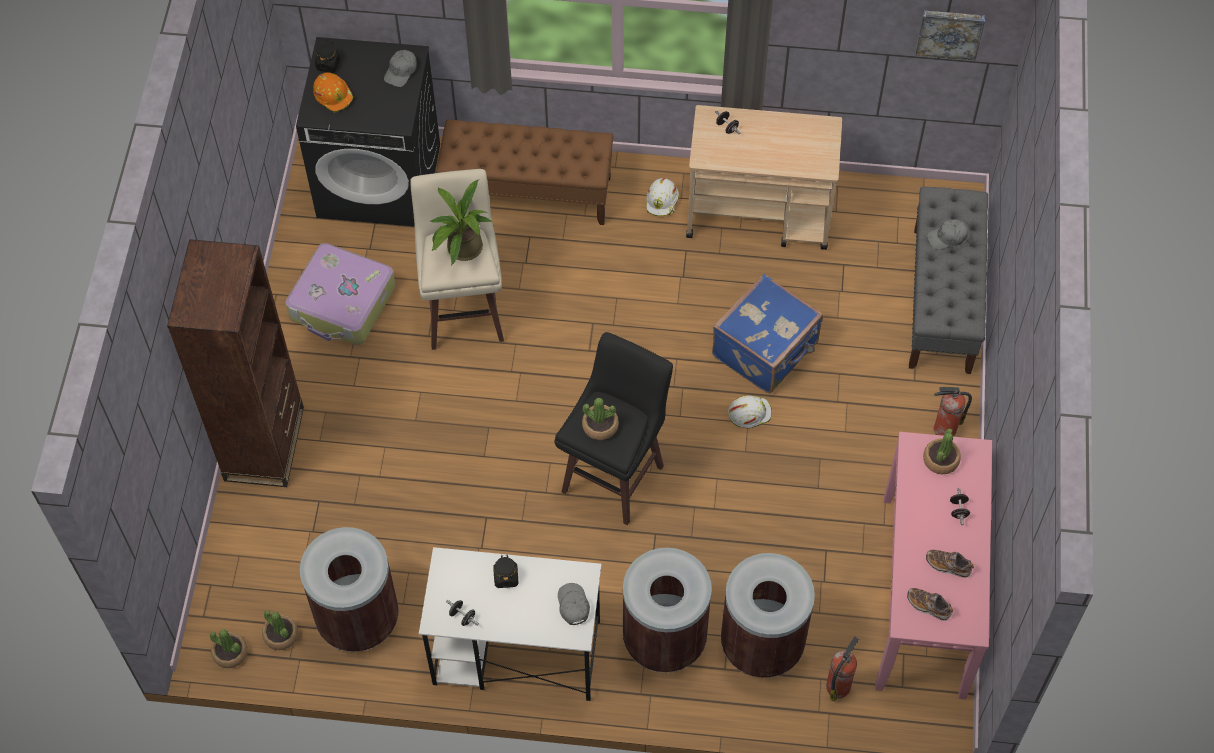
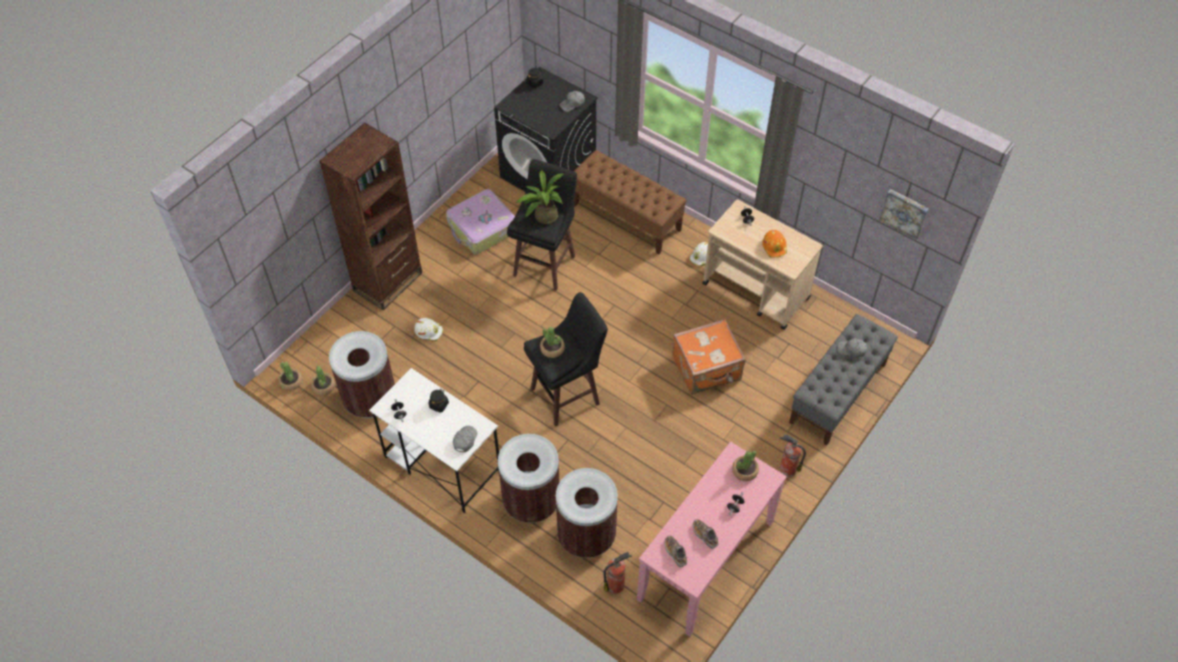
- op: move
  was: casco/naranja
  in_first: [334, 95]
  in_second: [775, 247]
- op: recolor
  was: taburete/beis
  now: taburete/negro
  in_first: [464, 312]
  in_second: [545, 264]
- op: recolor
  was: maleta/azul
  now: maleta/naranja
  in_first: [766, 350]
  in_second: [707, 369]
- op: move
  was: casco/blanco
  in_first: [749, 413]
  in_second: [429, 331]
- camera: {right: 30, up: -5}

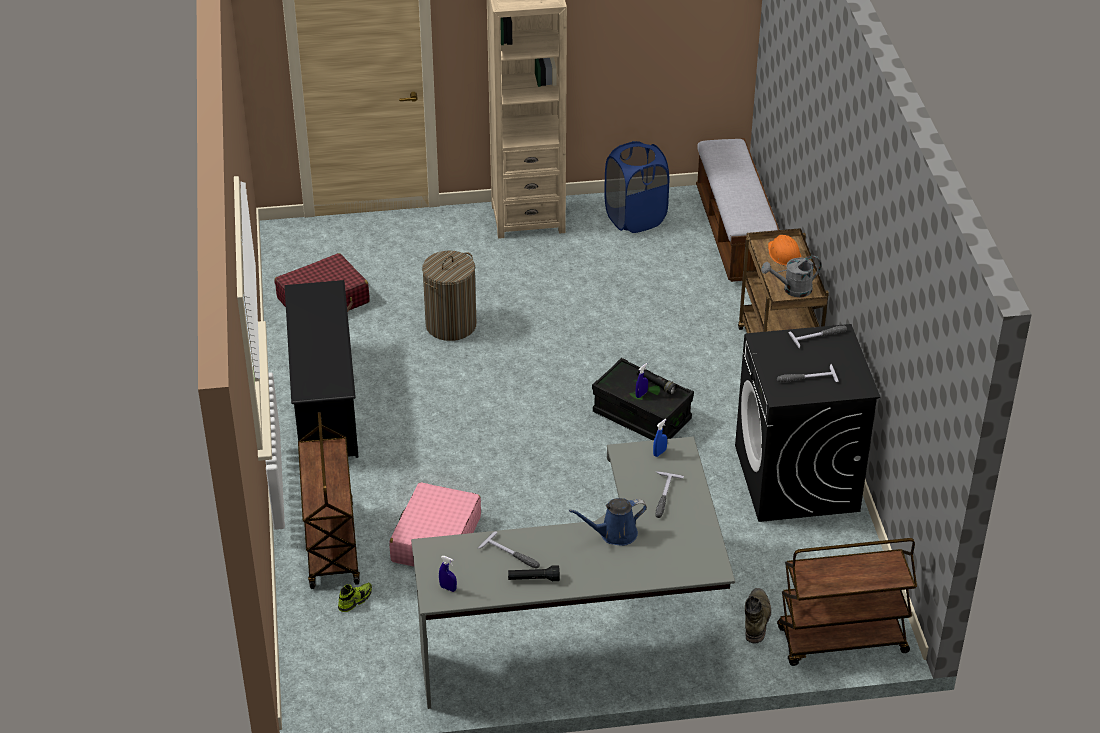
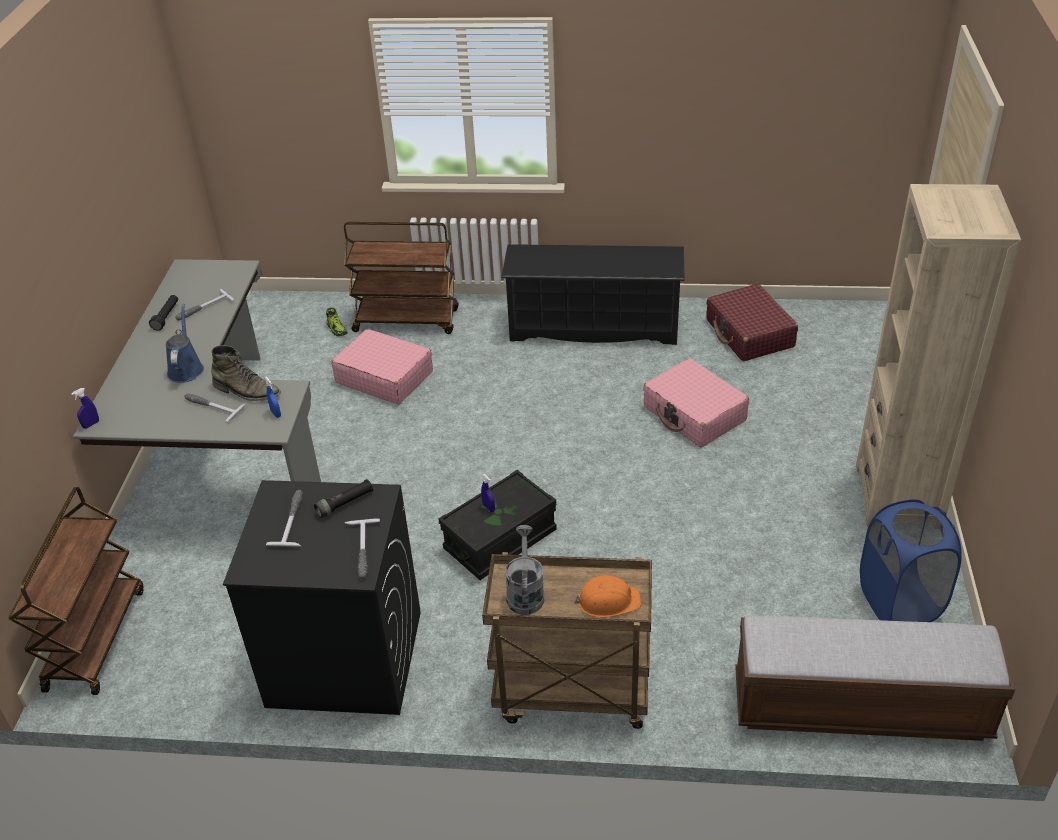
- op: replace
  was: cesto de la ropa
  now: maleta/rosa
  in_first: [451, 325]
  in_second: [694, 414]
- op: move
  was: linterna/negro
  in_first: [656, 384]
  in_second: [345, 504]
- op: move
  was: pulverizador/azul
  in_first: [448, 588]
  in_second: [91, 424]
- op: move
  was: bota/verde
  in_first: [756, 618]
  in_second: [247, 391]
- camera: {right: 105, up: 0}

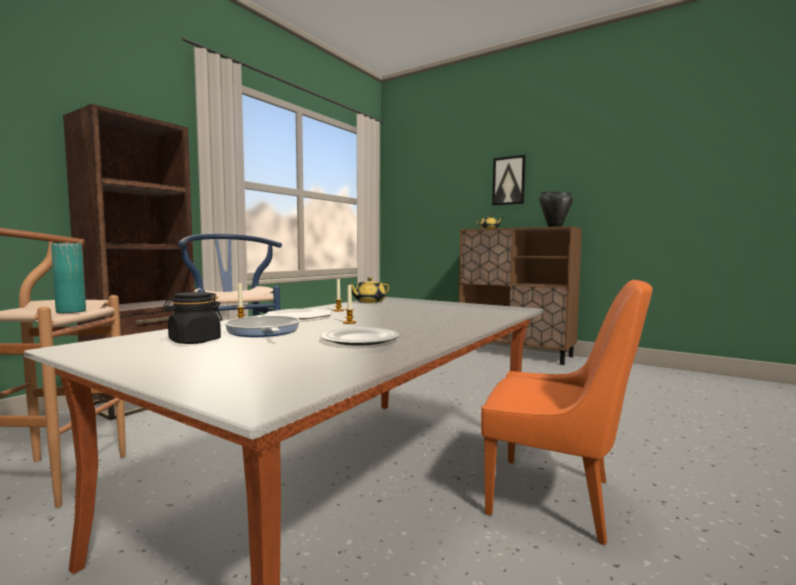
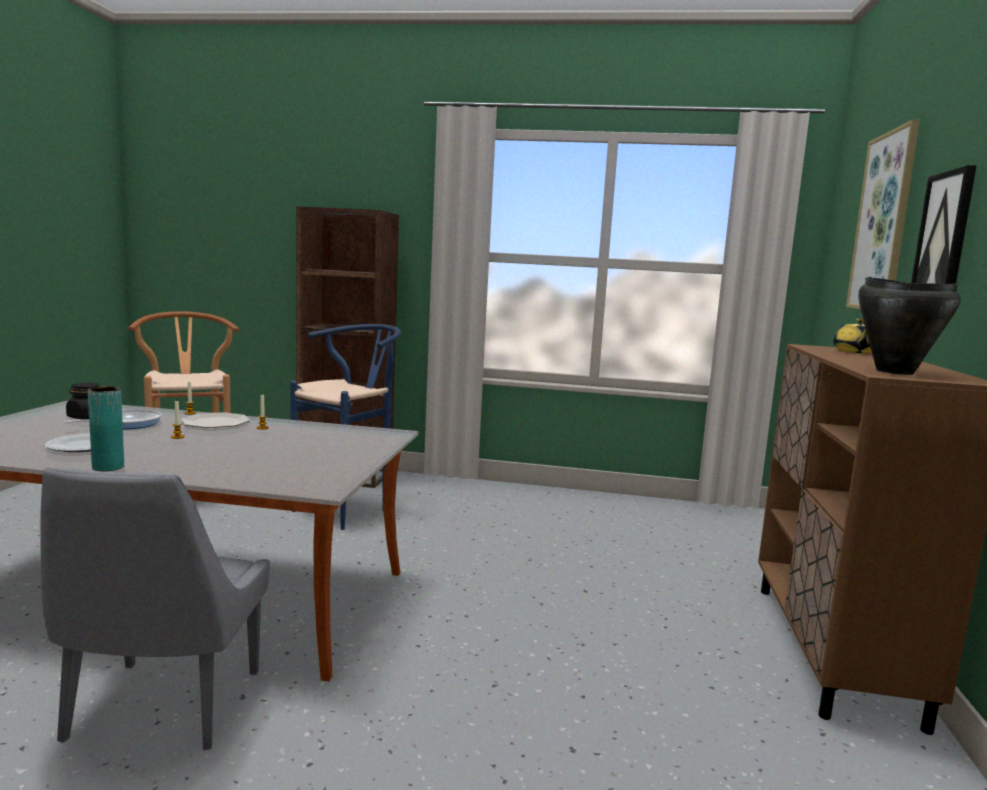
- op: move
  was: florero/turquesa
  in_first: [71, 311]
  in_second: [108, 467]
- op: delete
  was: tetera/amarillo
  in_first: [369, 302]
- op: recolor
  was: silla/naranja
  now: silla/gris
  in_first: [556, 498]
  in_second: [162, 709]
- op: insert
  now: cuadro
  in_second: [883, 222]
- camera: {right: 65, up: 5}

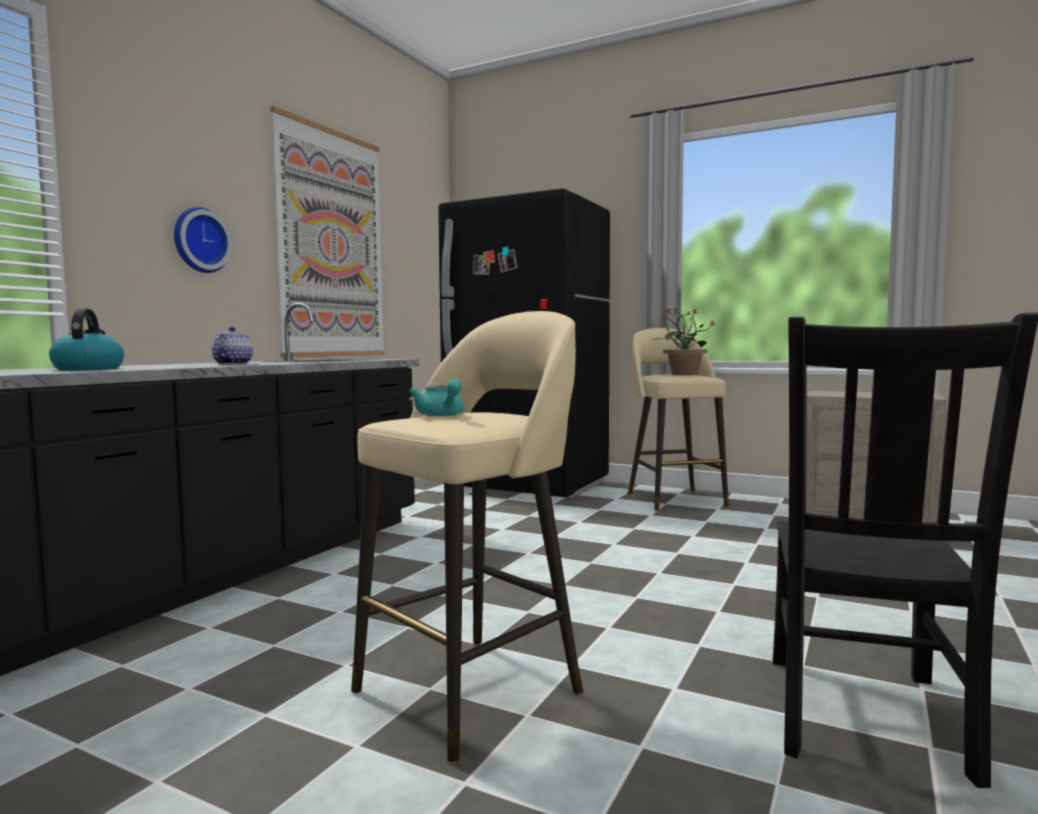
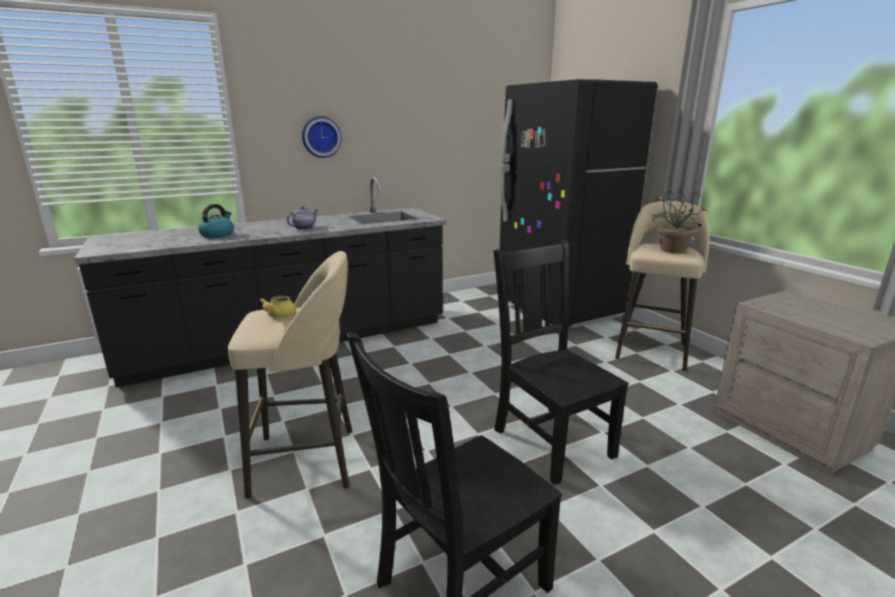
- op: delete
  was: cuadro
  in_first: [332, 244]
- op: recolor
  was: tetera/turquesa
  now: tetera/amarillo
  in_first: [441, 415]
  in_second: [278, 316]
- op: insert
  now: silla/negro
  in_second: [550, 440]
- camera: {right: 35, up: 15}

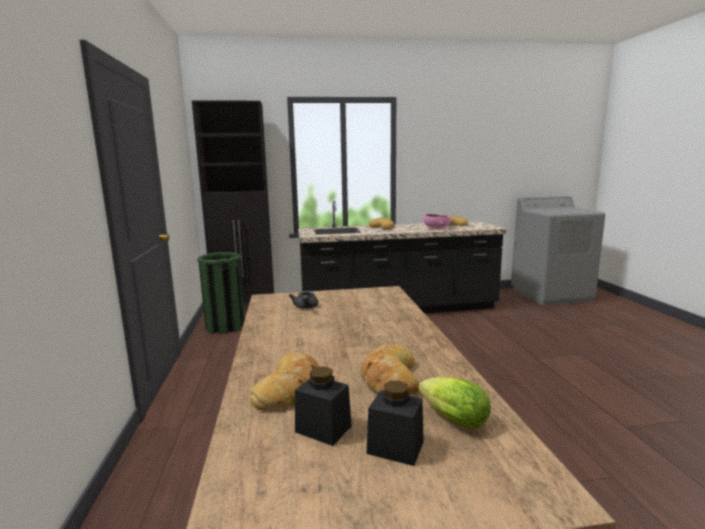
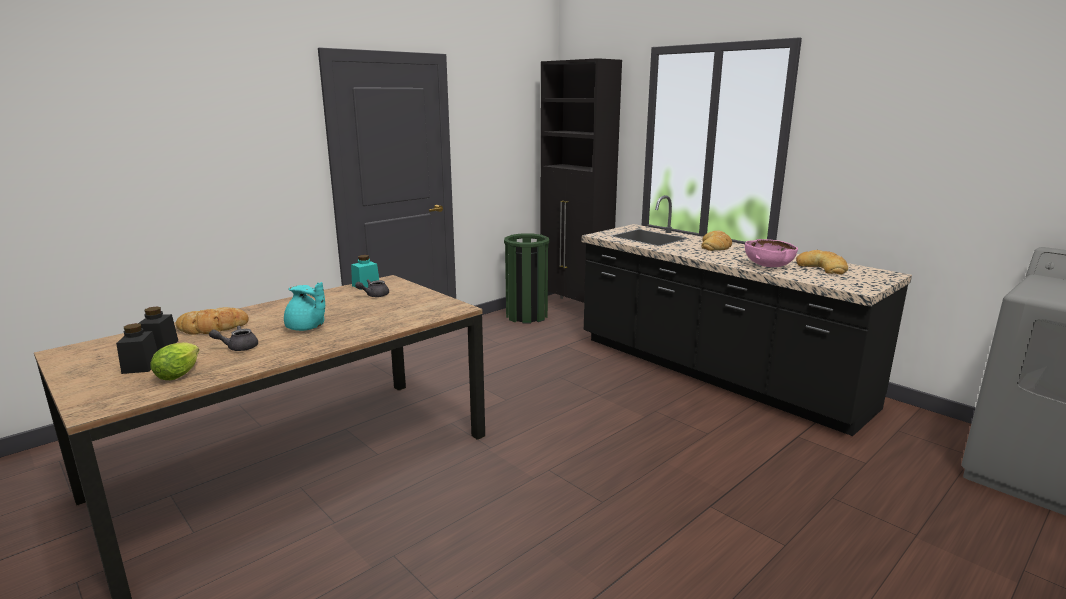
- op: replace
  was: pan
  now: tetera/gris
  in_first: [389, 378]
  in_second: [238, 347]
- op: insert
  now: tarro/turquesa
  in_second: [366, 285]
- op: insert
  now: tetera/turquesa
  in_second: [306, 328]
- camera: {right: 55, up: 5}

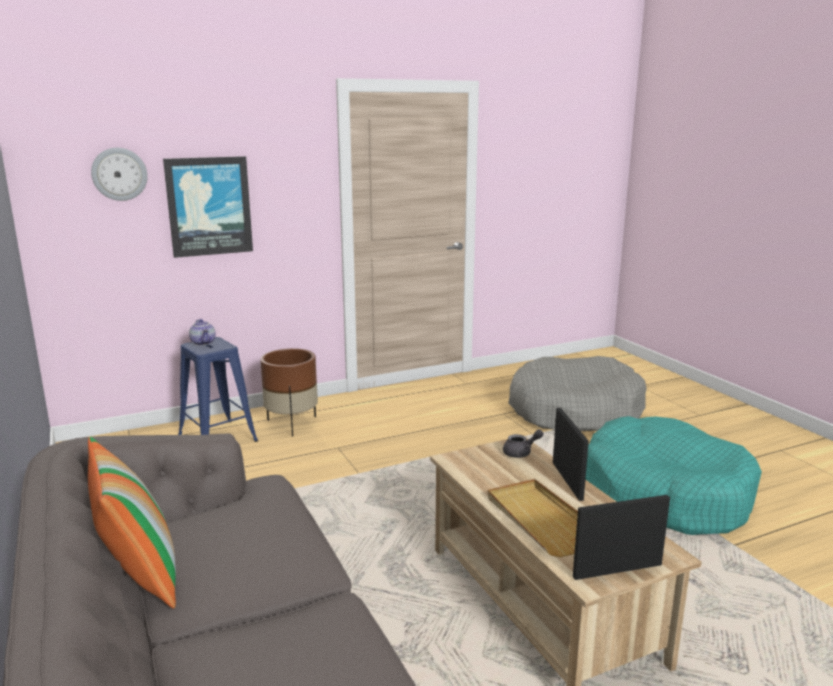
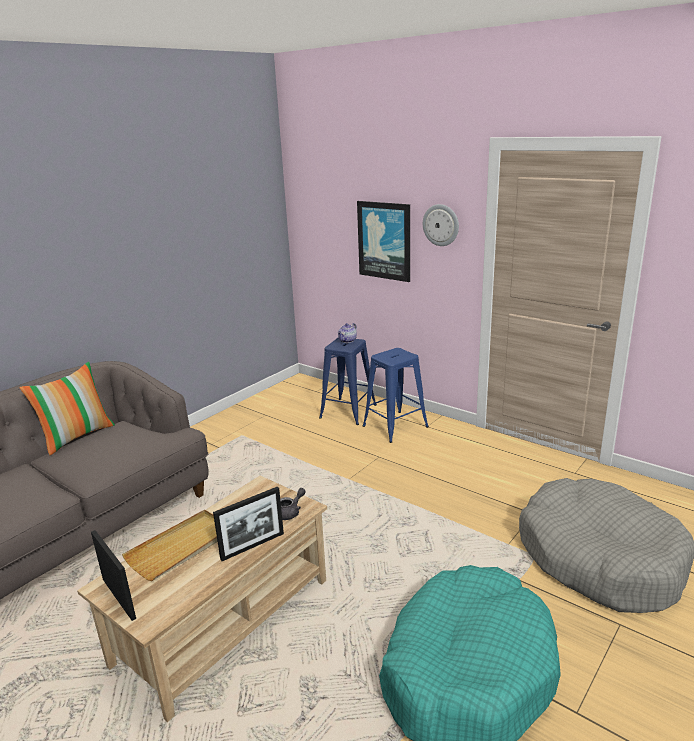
- op: move
  was: reloj de pared
  in_first: [119, 174]
  in_second: [441, 225]
- op: replace
  was: maceta/marrón
  now: taburete/azul
  in_first: [292, 424]
  in_second: [395, 426]
- op: rotate
  was: tetera/gris
  in_first: [521, 453]
  in_second: [290, 512]
  clockwise: -90
- camera: {right: 65, up: 5}

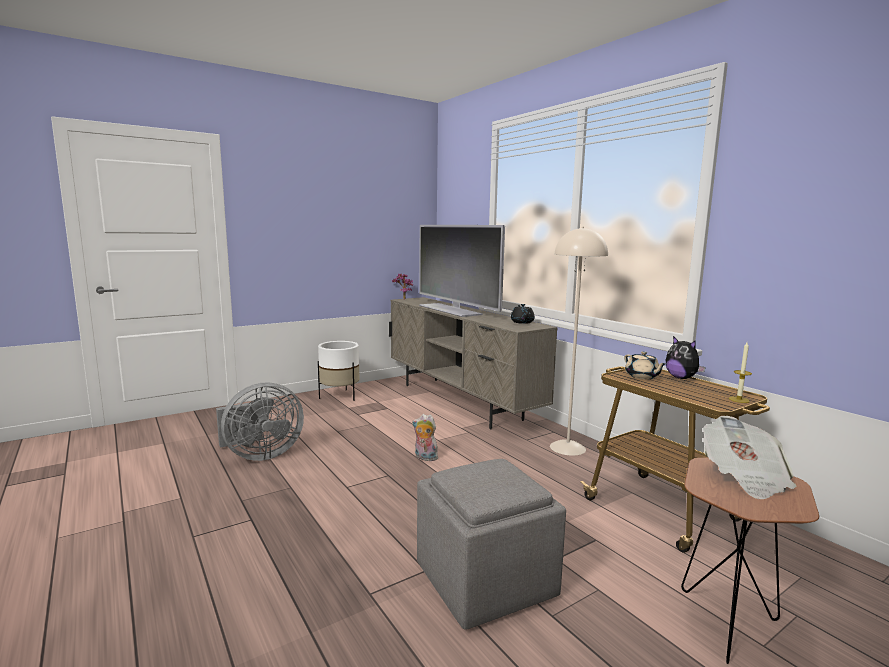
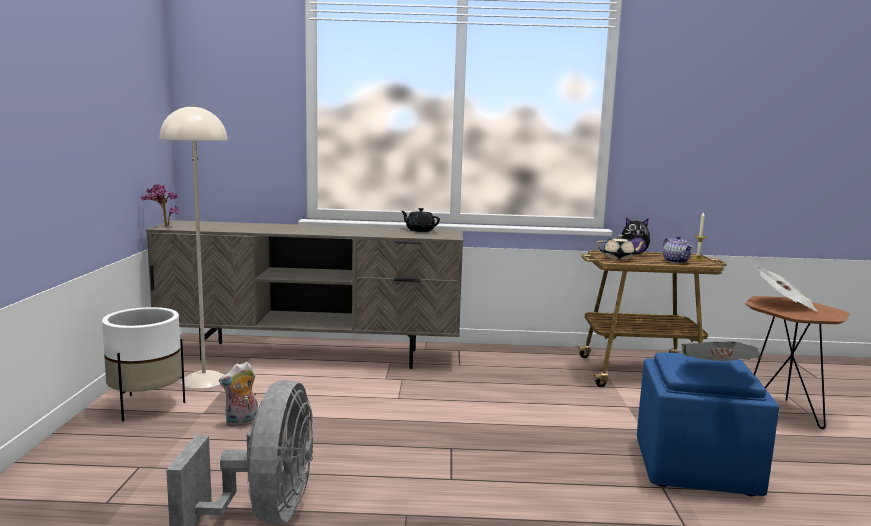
- op: delete
  was: televisor
  in_first: [450, 310]
- op: move
  was: lámpara de pie/beis
  in_first: [567, 447]
  in_second: [203, 379]
- op: move
  was: peluche
  in_first: [425, 458]
  in_second: [241, 423]
- op: recolor
  was: puf/gris
  now: puf/azul
  in_first: [487, 581]
  in_second: [696, 467]
- op: insert
  now: tetera
  in_second: [676, 261]
- op: insert
  now: periódico
  in_second: [717, 372]
- camera: {right: -55, up: 0}

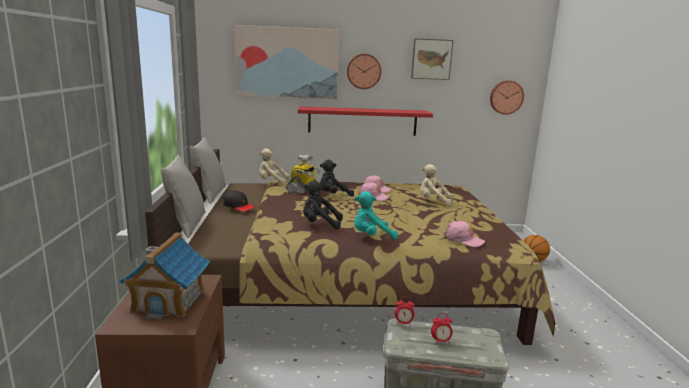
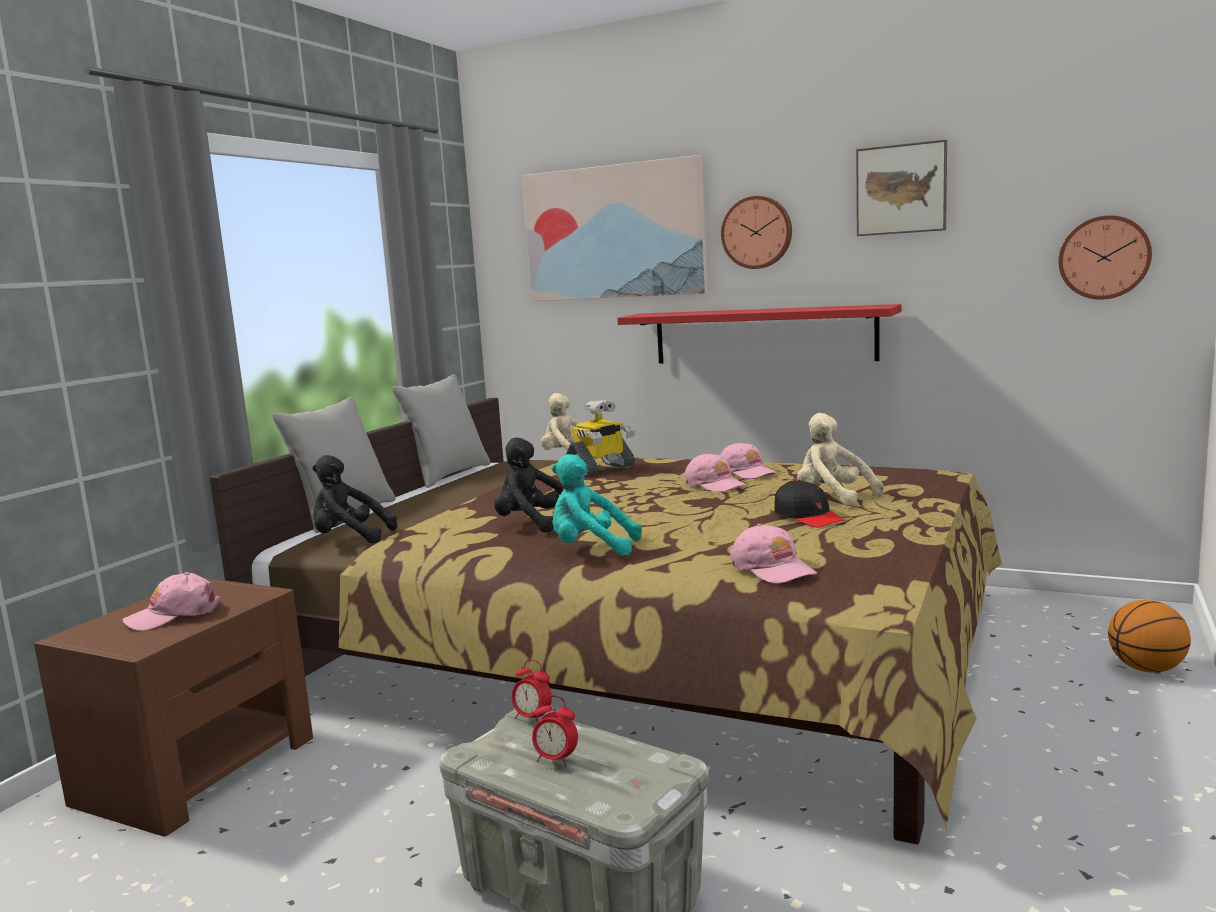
- op: move
  was: peluche/negro
  in_first: [333, 195]
  in_second: [349, 539]
- op: move
  was: gorra/negro
  in_first: [238, 206]
  in_second: [808, 517]
- op: replace
  was: casita
  now: gorra/rosa
  in_first: [169, 301]
  in_second: [173, 615]
- camera: {right: 30, up: -5}

